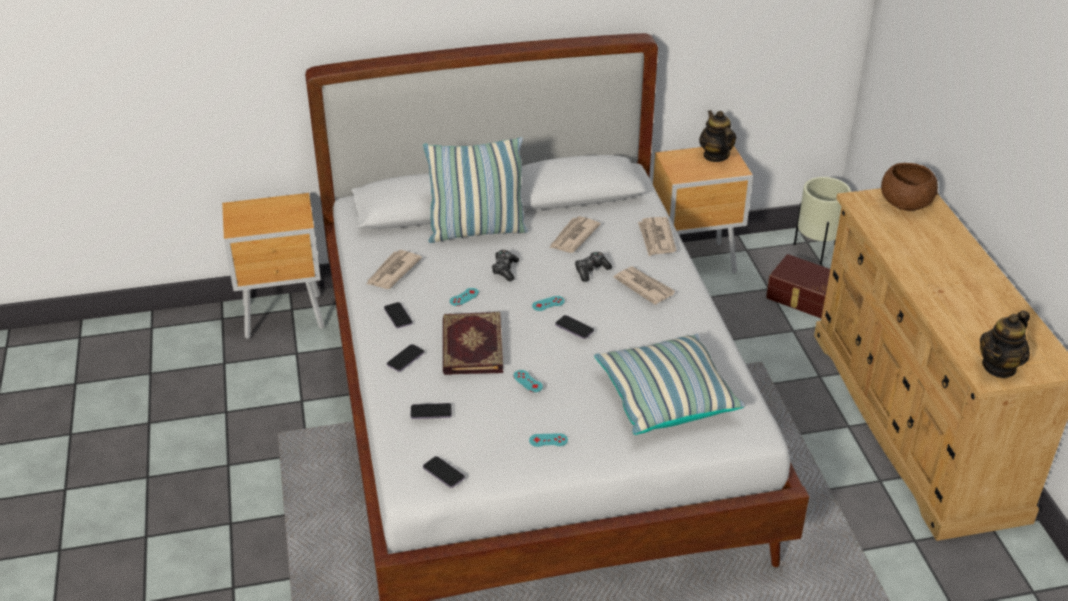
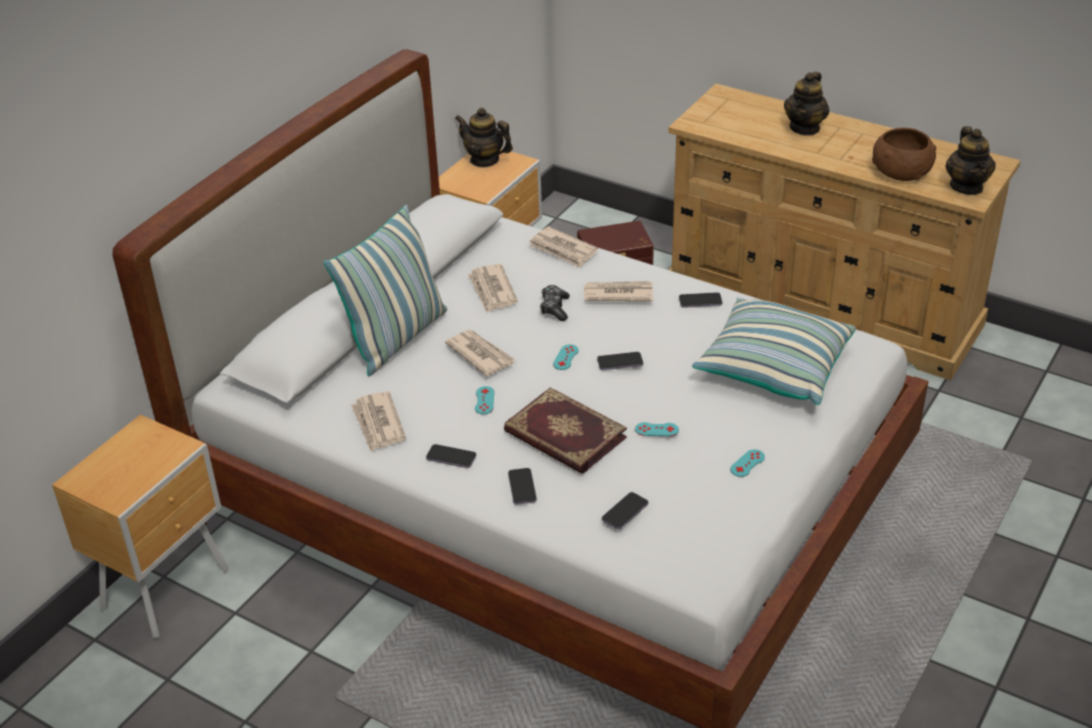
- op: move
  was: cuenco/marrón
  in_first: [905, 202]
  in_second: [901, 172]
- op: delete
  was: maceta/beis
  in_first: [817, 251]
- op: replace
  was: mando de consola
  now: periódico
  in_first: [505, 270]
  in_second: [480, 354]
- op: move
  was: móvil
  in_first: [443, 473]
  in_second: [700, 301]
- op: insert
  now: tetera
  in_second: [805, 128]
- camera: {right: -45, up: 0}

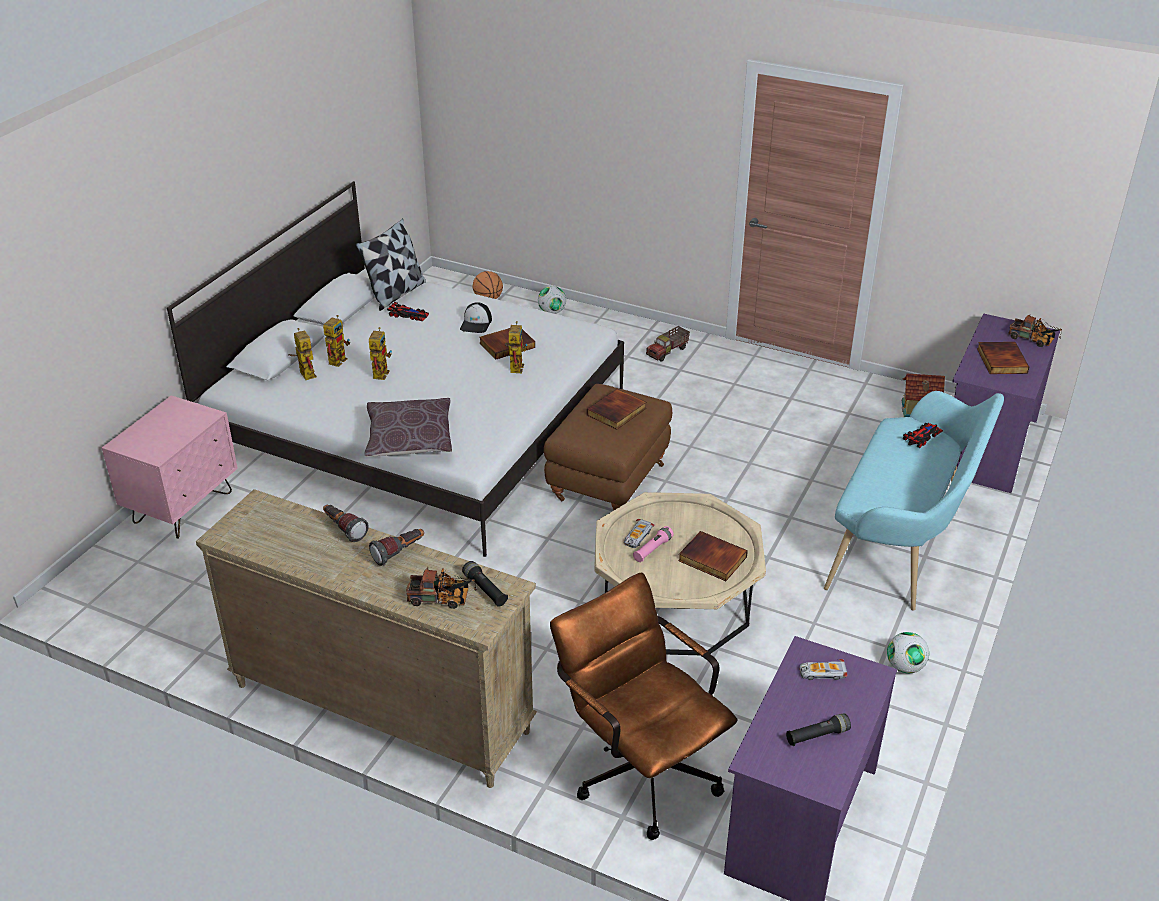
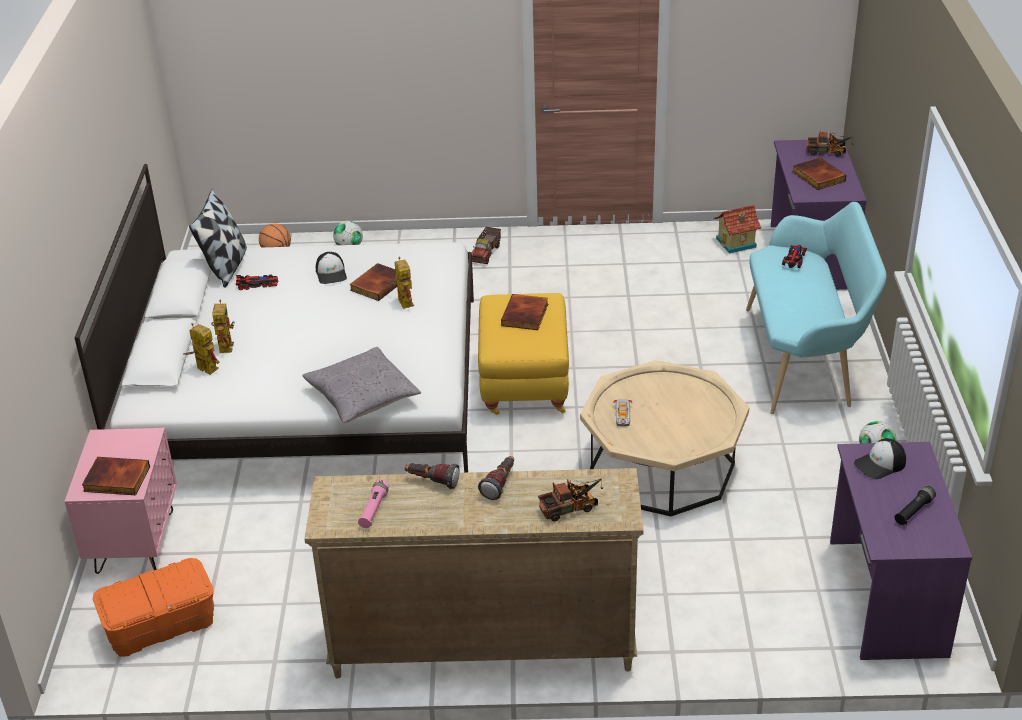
- op: delete
  was: robot de juguete
  in_first: [380, 372]
- op: recolor
  was: puf/marrón
  now: puf/amarillo
  in_first: [607, 480]
  in_second: [523, 384]
- op: recolor
  was: cojín/marrón
  now: cojín/gris
  in_first: [409, 439]
  in_second: [362, 397]
- op: move
  was: linterna/rosa
  in_first: [652, 549]
  in_second: [374, 509]
- op: move
  was: libro
  in_first: [711, 559]
  in_second: [116, 480]
- op: delete
  was: linterna/negro
  in_first: [485, 590]
- op: delete
  was: silla de oficina/marrón
  in_first: [639, 768]
- op: replace
  was: coche de juguete
  now: gorra
  in_first: [822, 673]
  in_second: [880, 464]
- op: insert
  now: caja de almacenaje/naranja
  in_second: [160, 625]
- camera: {right: -25, up: 0}

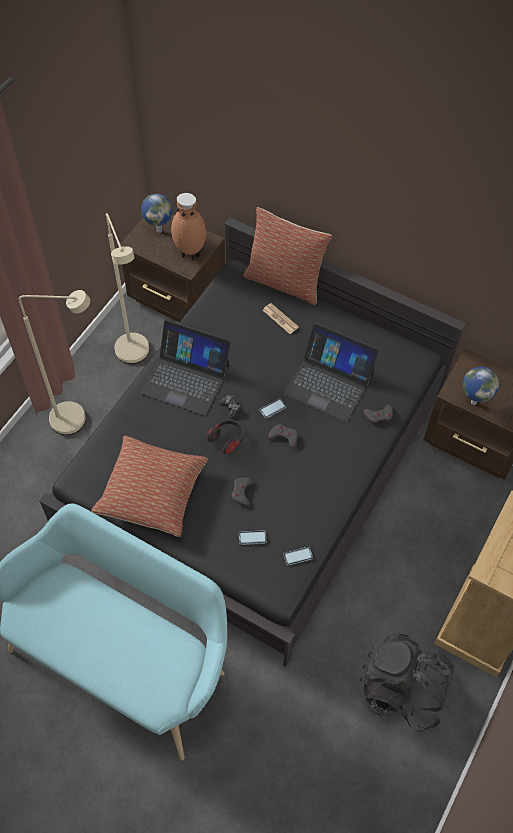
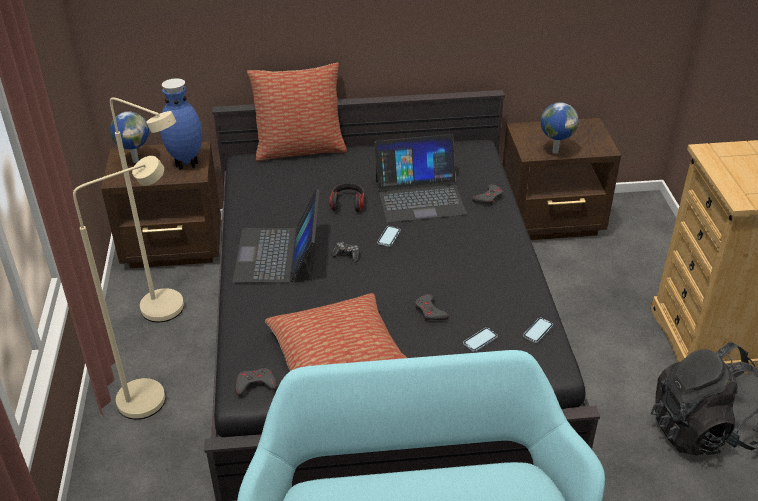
- op: recolor
  was: florero/marrón
  now: florero/azul
  in_first: [190, 253]
  in_second: [186, 164]
- op: delete
  was: periódico
  in_first: [280, 319]
- op: rotate
  was: portátil
  in_first: [186, 378]
  in_second: [278, 254]
  clockwise: 105
- op: move
  was: auriculares
  in_first: [227, 439]
  in_second: [348, 203]
- op: move
  was: mando de consola/gris
  in_first: [284, 437]
  in_second: [255, 384]
- camera: {right: -35, up: -20}

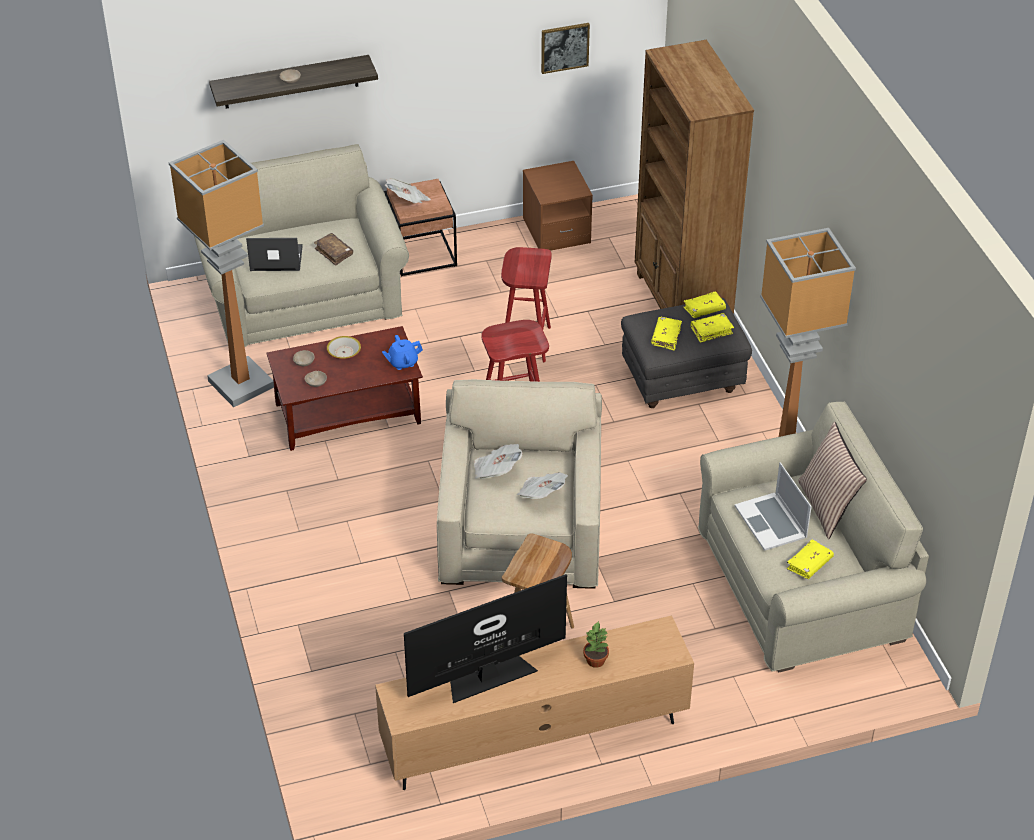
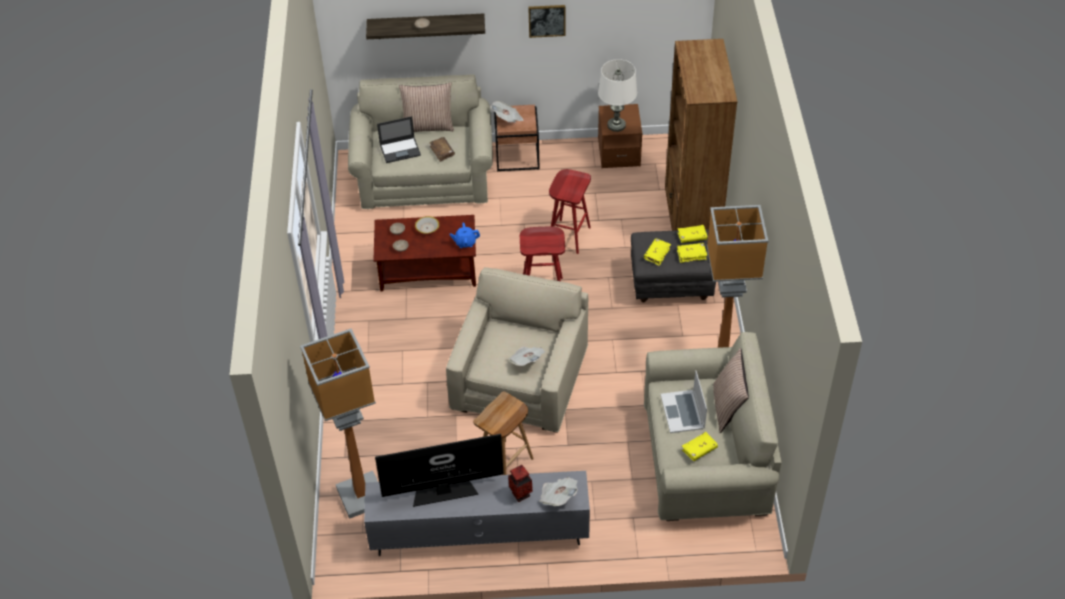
- op: move
  was: cuadro
  in_first: [564, 47]
  in_second: [547, 20]
- op: move
  was: lámpara de pie
  in_first: [241, 385]
  in_second: [361, 497]
- op: rotate
  was: portátil
  in_first: [275, 258]
  in_second: [400, 150]
  clockwise: 150
- op: move
  was: periódico
  in_first: [496, 471]
  in_second: [558, 497]
- op: recolor
  was: mueble de televisión/marrón
  now: mueble de televisión/gris
  in_first: [534, 736]
  in_second: [479, 535]
- op: replace
  was: planta en maceta
  now: florero
  in_first: [595, 661]
  in_second: [520, 494]
- op: insert
  now: lámpara de mesa/blanco
  in_second: [616, 125]
- op: insert
  now: cojín
  in_second: [428, 126]
- camera: {right: 15, up: 5}

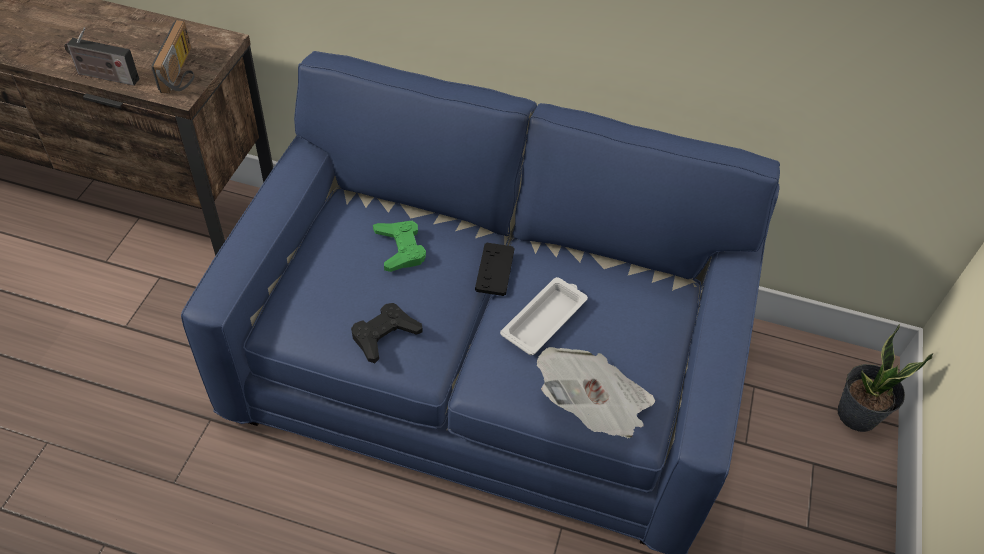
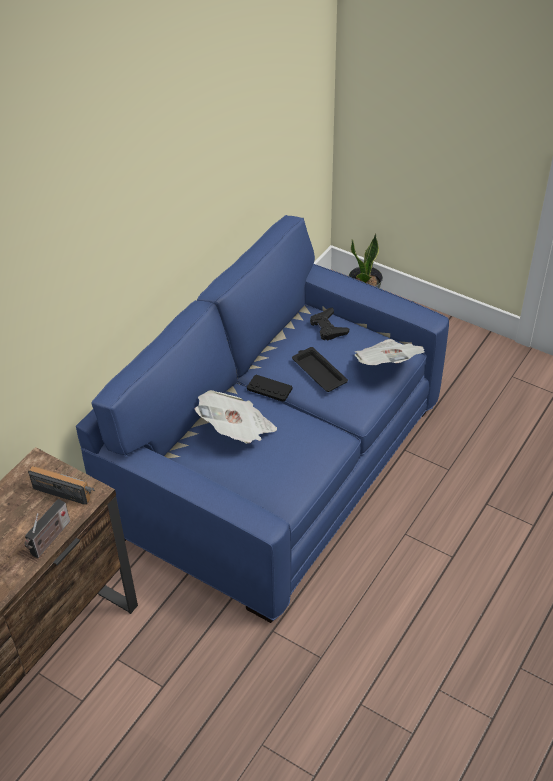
- op: replace
  was: mando de consola/verde
  now: periódico
  in_first: [400, 249]
  in_second: [237, 431]
- op: recolor
  was: bandeja/blanco
  now: bandeja/negro
  in_first: [545, 319]
  in_second: [318, 372]
- op: move
  was: mando de consola/negro
  in_first: [384, 335]
  in_second: [328, 328]
- camera: {right: -70, up: -5}

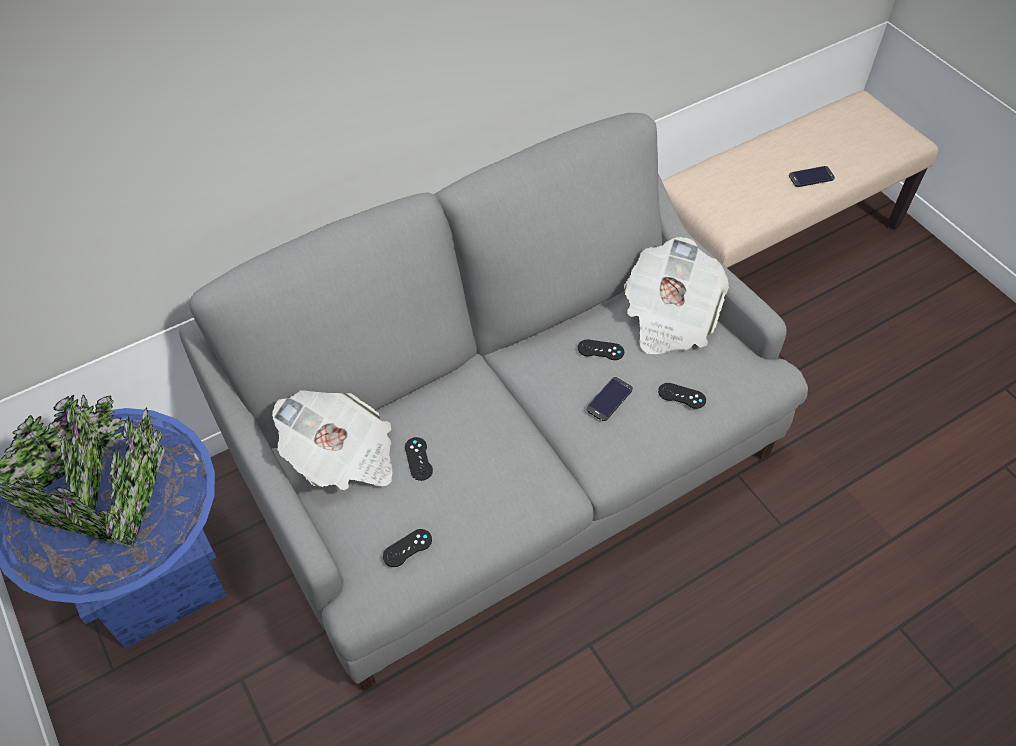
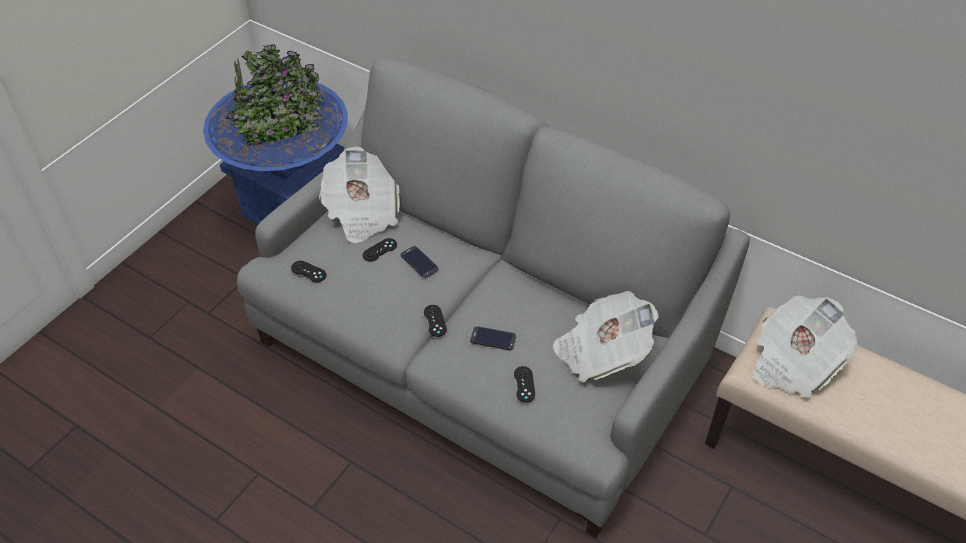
- op: move
  was: móvil
  in_first: [811, 177]
  in_second: [419, 262]
- op: move
  was: mando de consola/negro
  in_first: [600, 350]
  in_second: [435, 321]
- op: insert
  now: periódico
  in_second: [794, 362]
- camera: {right: 65, up: -5}

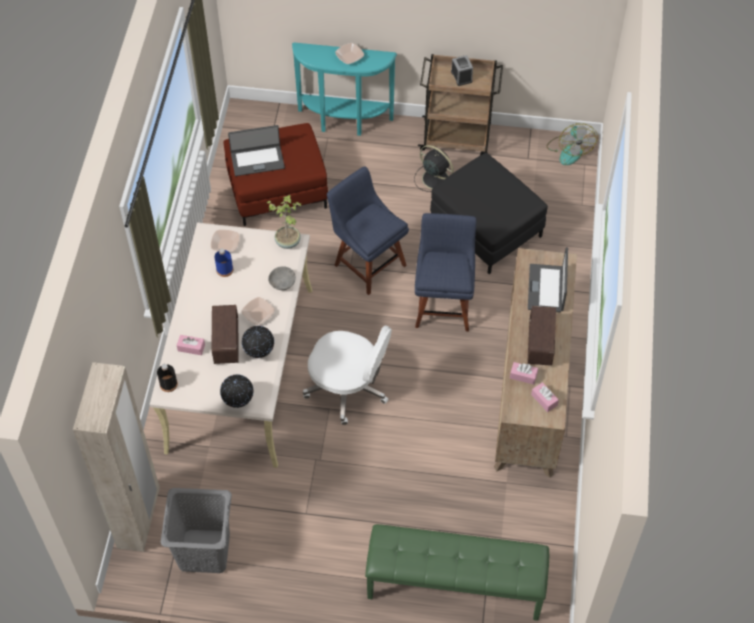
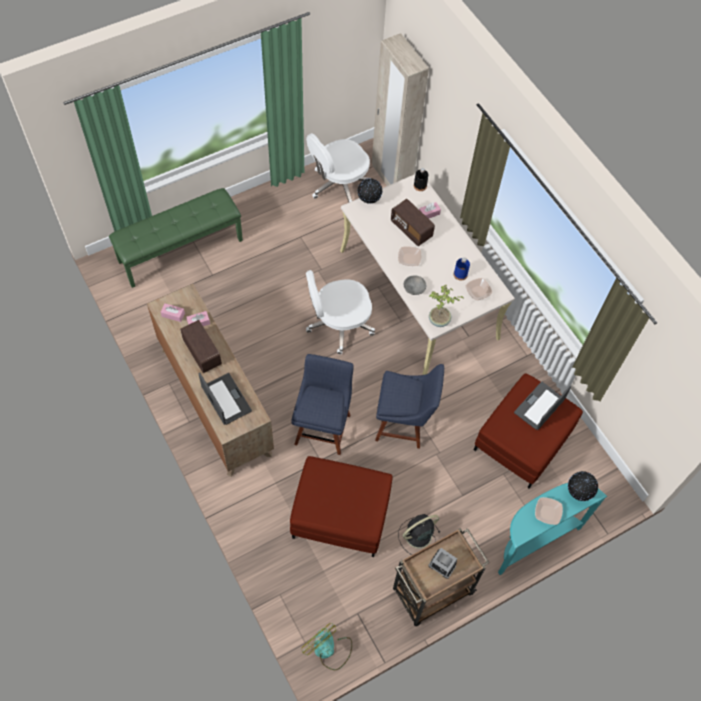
- op: rotate
  was: ventilador/negro
  in_first: [434, 178]
  in_second: [417, 536]
  clockwise: 150
- op: recolor
  was: puf/negro
  now: puf/rojo
  in_first: [487, 229]
  in_second: [340, 515]
- op: rotate
  was: silla/azul
  in_first: [443, 305]
  in_second: [323, 426]
  clockwise: -135
- op: move
  was: globo terráqueo
  in_first: [259, 353]
  in_second: [578, 492]
- op: replace
  was: cesto de la ropa/gris
  now: silla de oficina/blanco
  in_first: [205, 551]
  in_second: [339, 185]
- camera: {right: 140, up: 5}

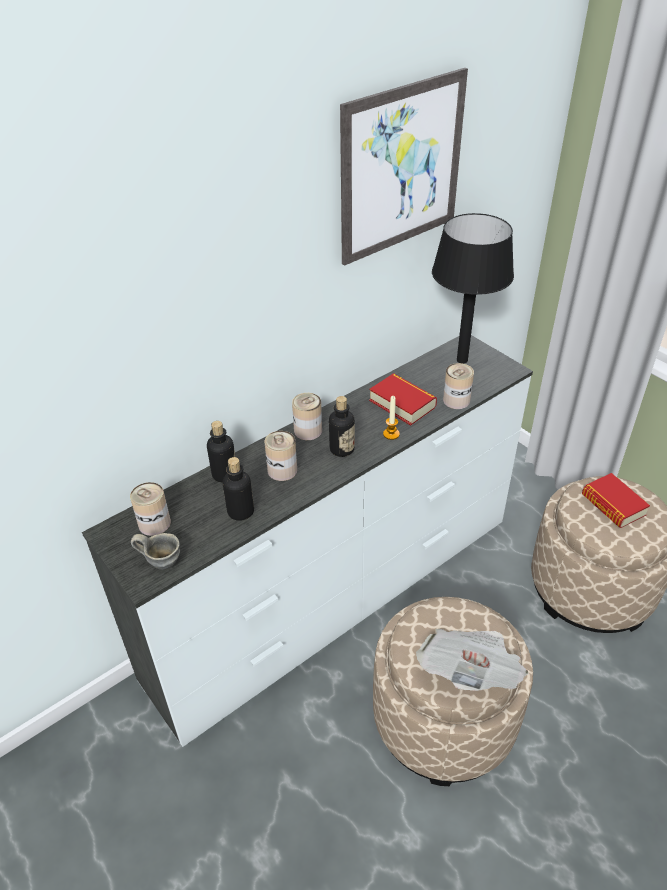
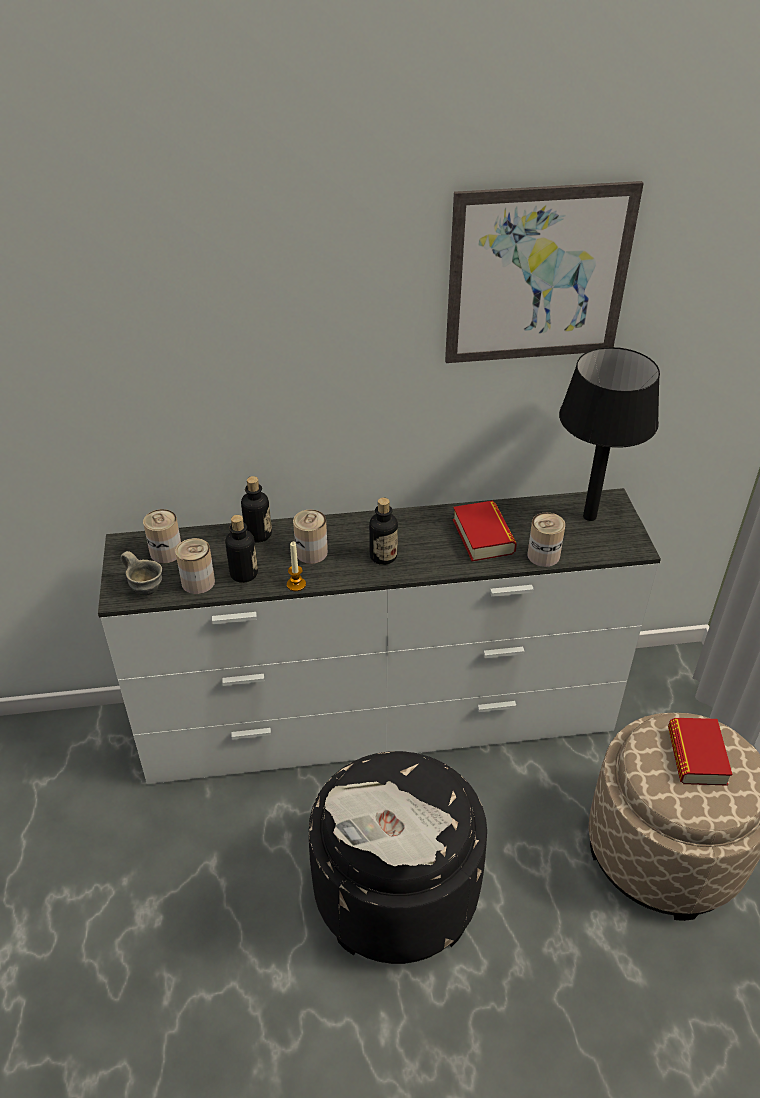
- op: move
  was: lata
  in_first: [308, 430]
  in_second: [198, 582]
- op: move
  was: vela
  in_first: [391, 434]
  in_second: [296, 584]
- op: recolor
  was: puf/beis
  now: puf/negro
  in_first: [443, 719]
  in_second: [396, 891]
- camera: {right: 30, up: 0}

